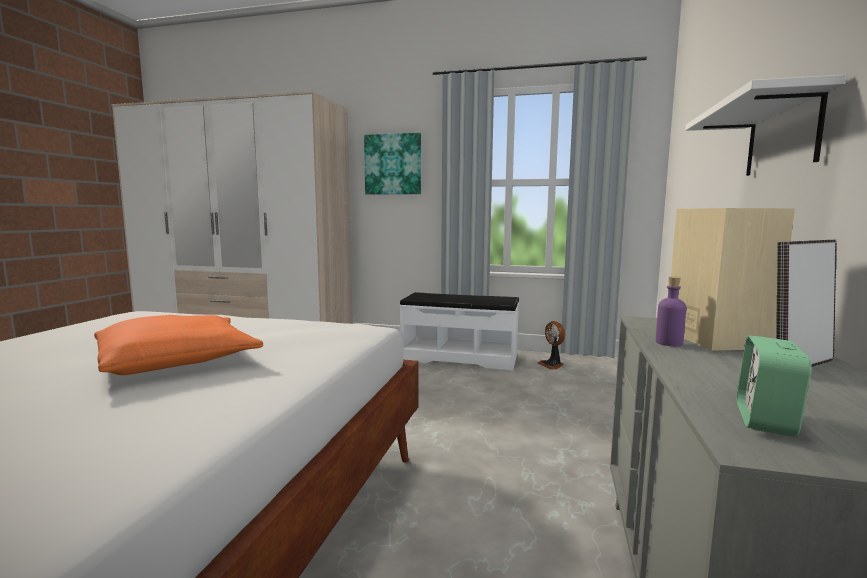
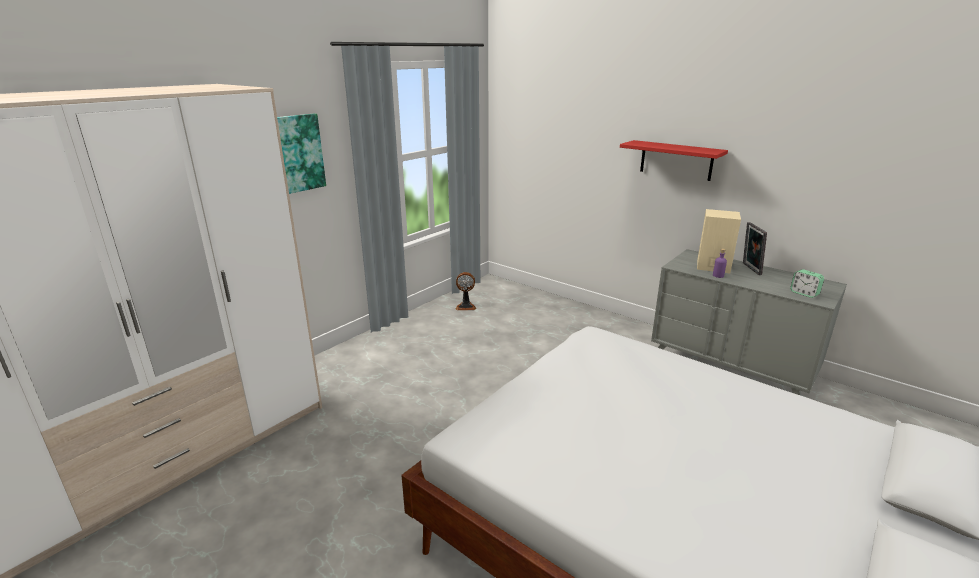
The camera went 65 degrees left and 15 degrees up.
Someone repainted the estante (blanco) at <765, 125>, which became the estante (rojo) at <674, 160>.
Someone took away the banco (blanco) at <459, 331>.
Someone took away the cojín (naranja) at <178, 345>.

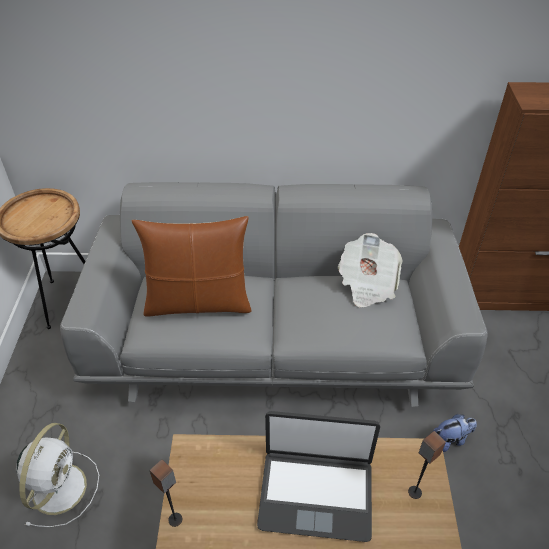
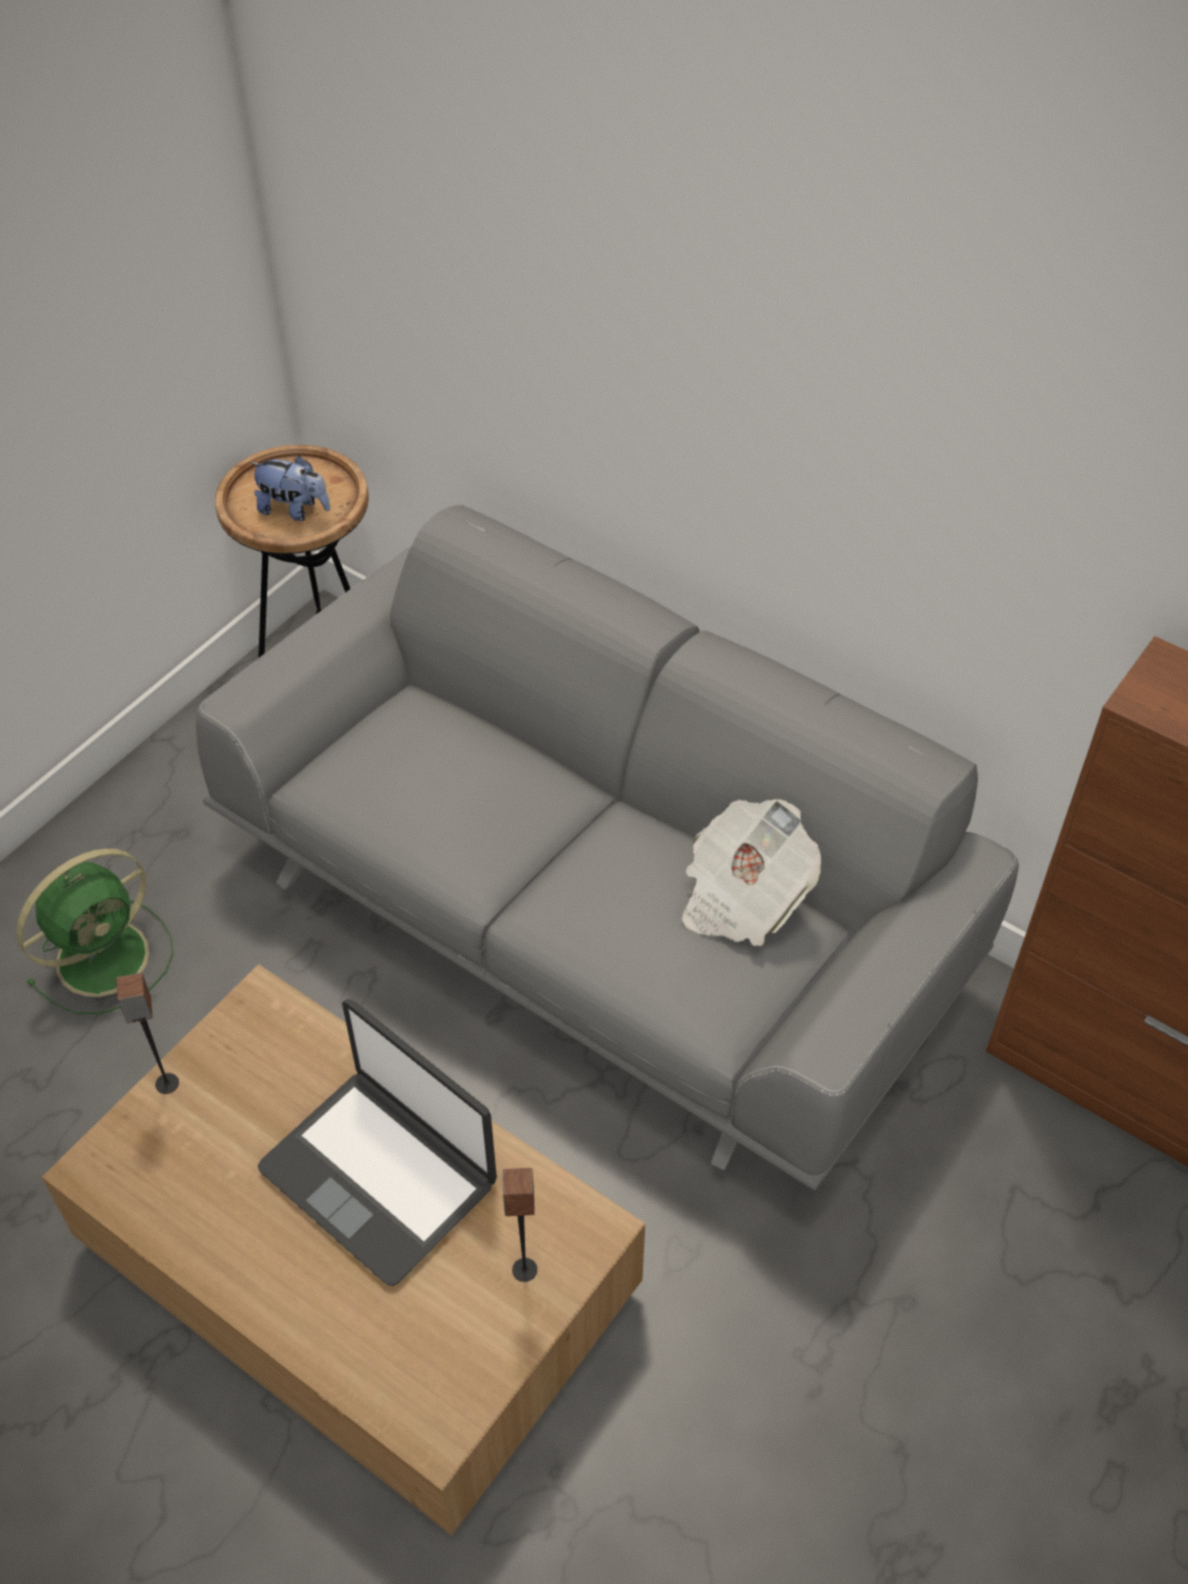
The camera went 35 degrees right and 5 degrees up.
Someone took away the cojín (marrón) at <191, 266>.
Someone carried the peluche from <455, 433> to <290, 488>.
Someone repainted the ventilador (blanco) at <57, 475>, which became the ventilador (verde) at <95, 931>.

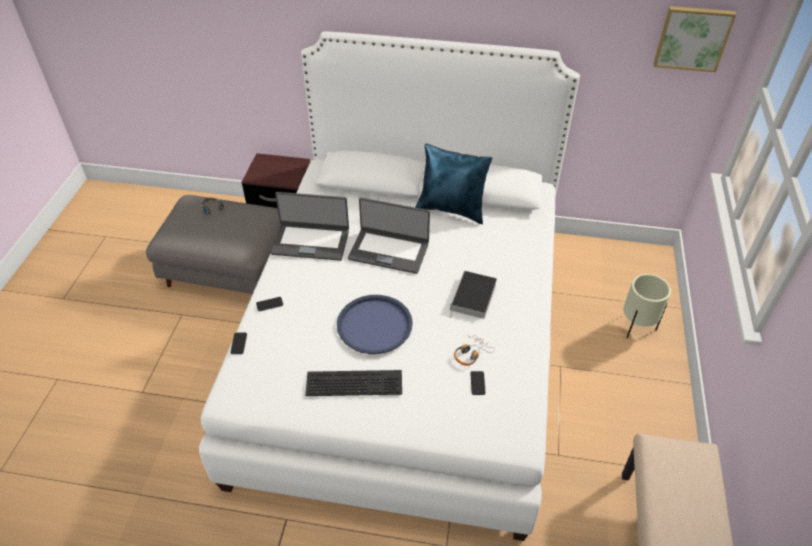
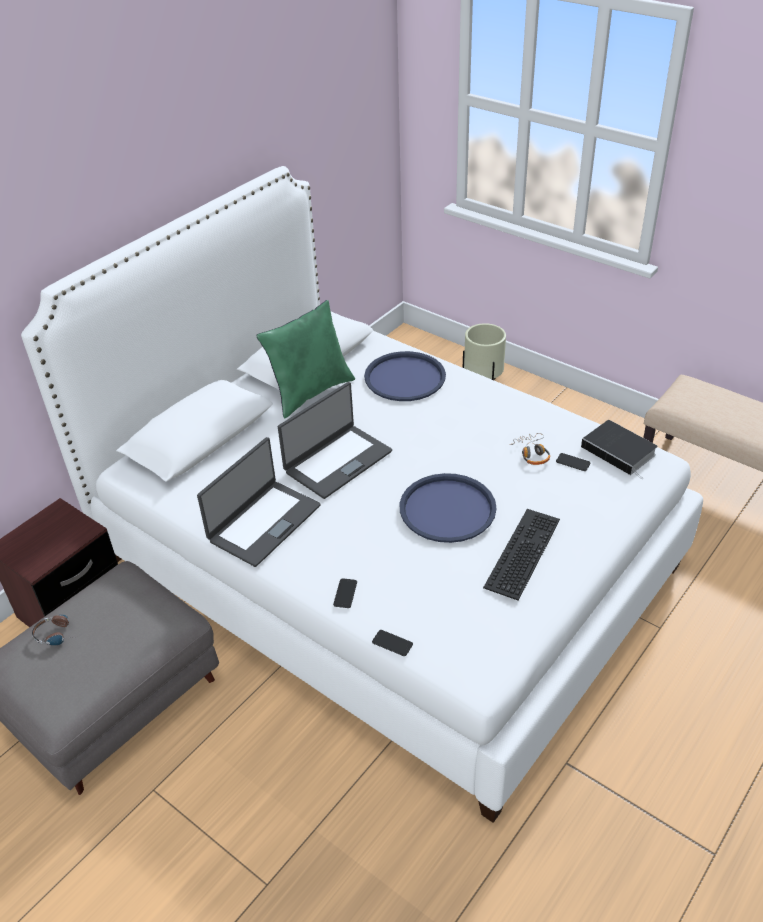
The camera went 60 degrees left and 5 degrees down.
Someone took away the cuadro at <694, 39>.
Someone repainted the cojín (azul) at <453, 183>, which became the cojín (verde) at <305, 359>.
Someone carried the libro from <473, 295> to <619, 449>.
Someone put down the bandeja (azul) at <405, 376>.

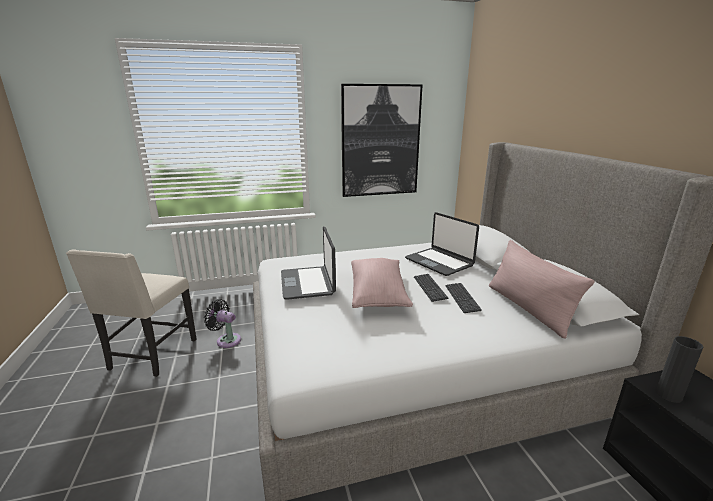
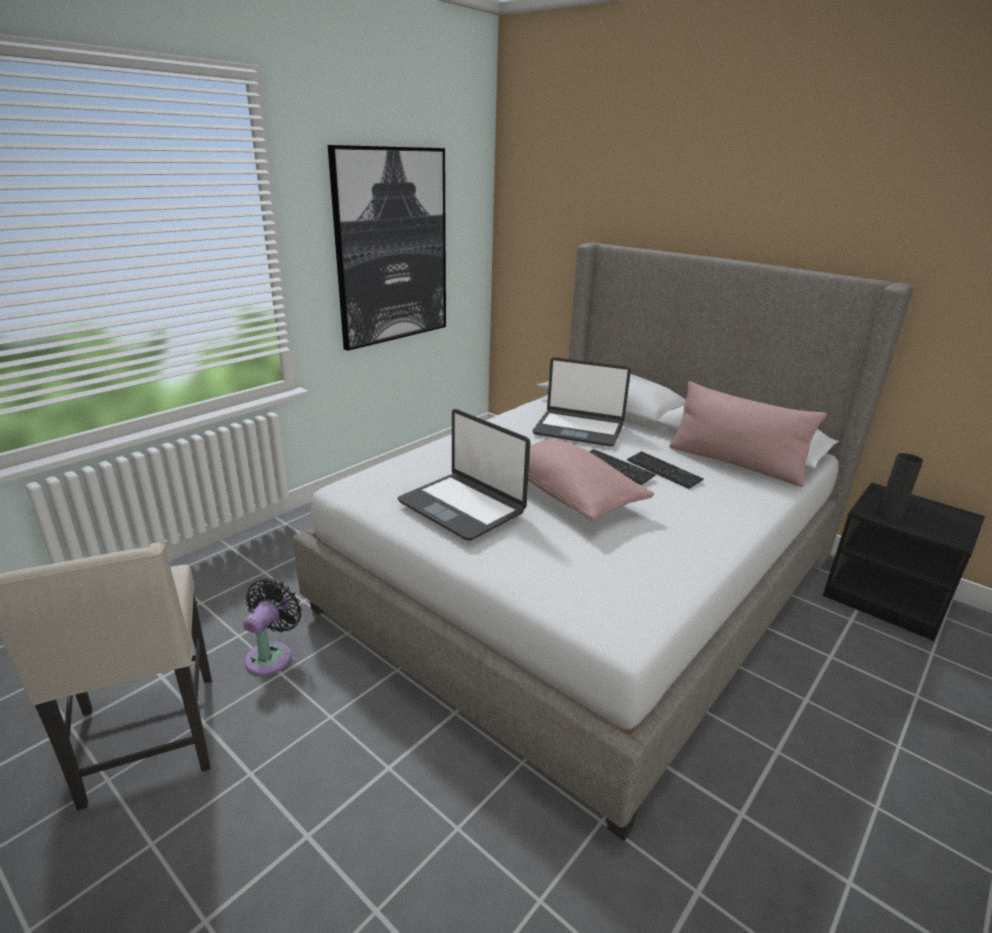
The camera went 35 degrees left and 5 degrees up.
Someone rotated the ventilador (negro) at <222, 323> by 120 degrees clockwise.

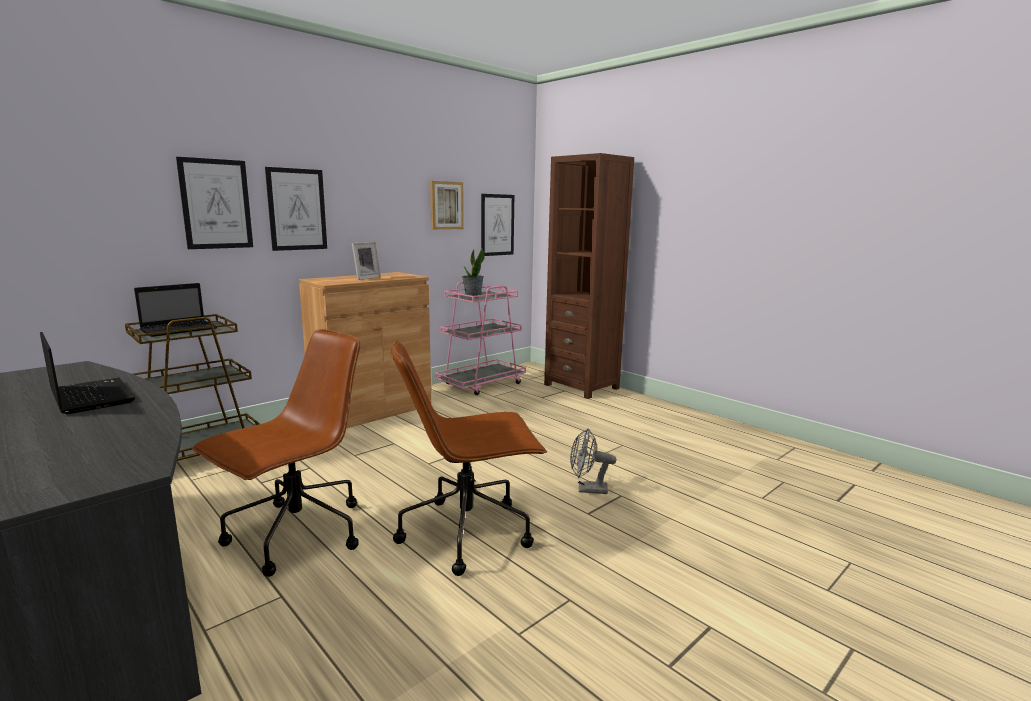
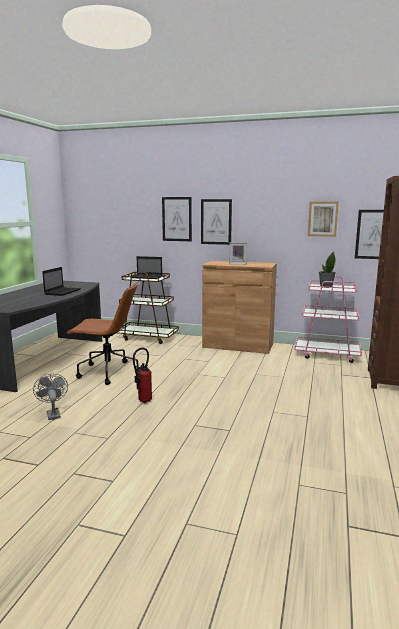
The camera went 60 degrees right and 0 degrees up.
Someone swapped the silla de oficina (marrón) at <469, 458> for the extintor at <142, 375>.
Someone carried the ventilador (gris) from <593, 461> to <50, 397>.

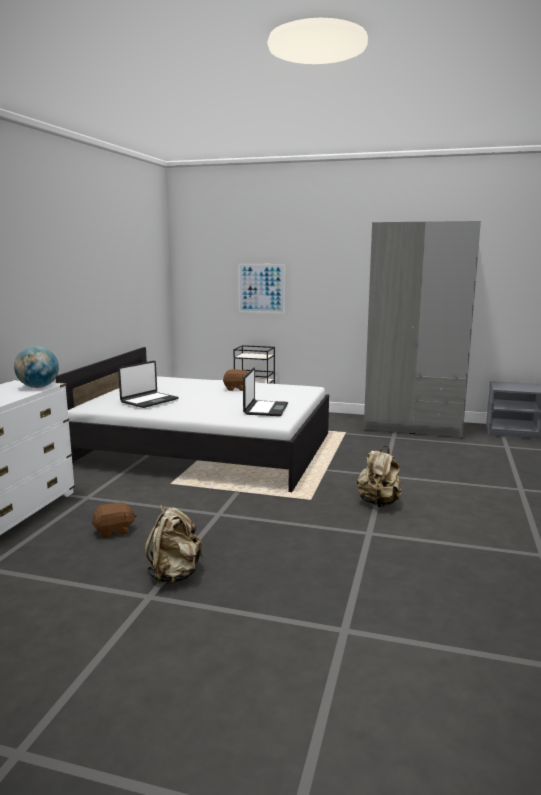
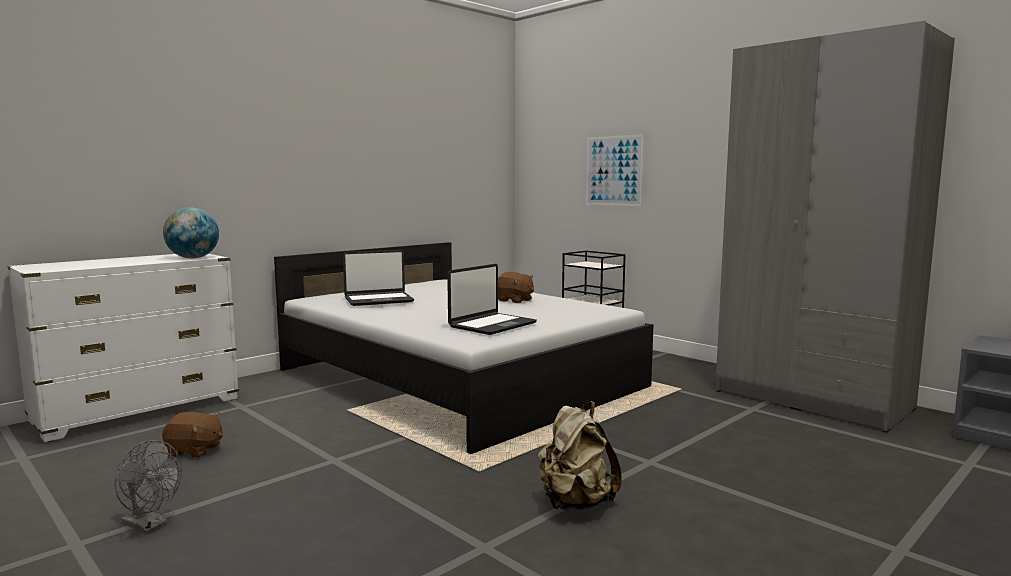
The camera went 30 degrees right and 5 degrees down.
Someone swapped the mochila (beis) at <174, 544> for the ventilador (gris) at <148, 486>.

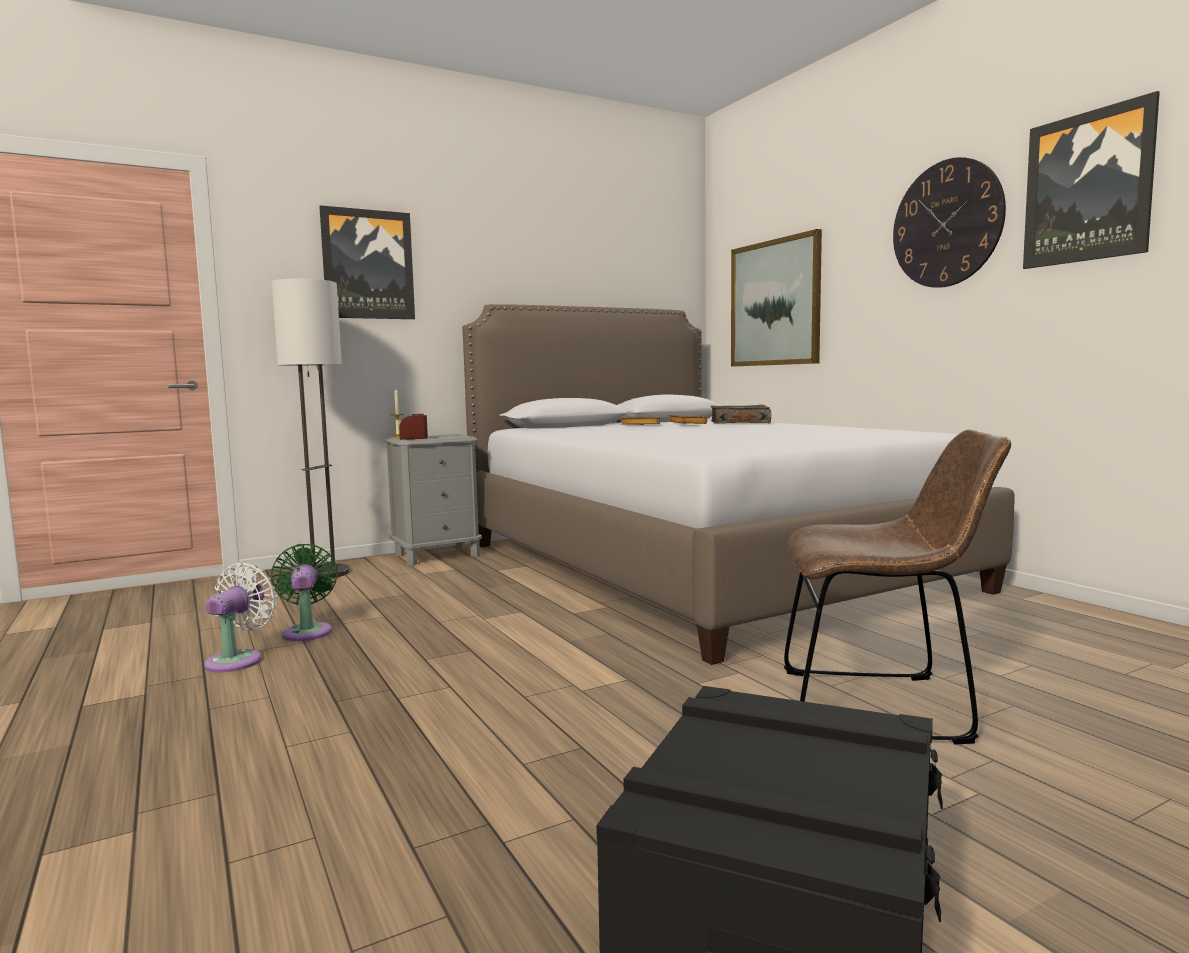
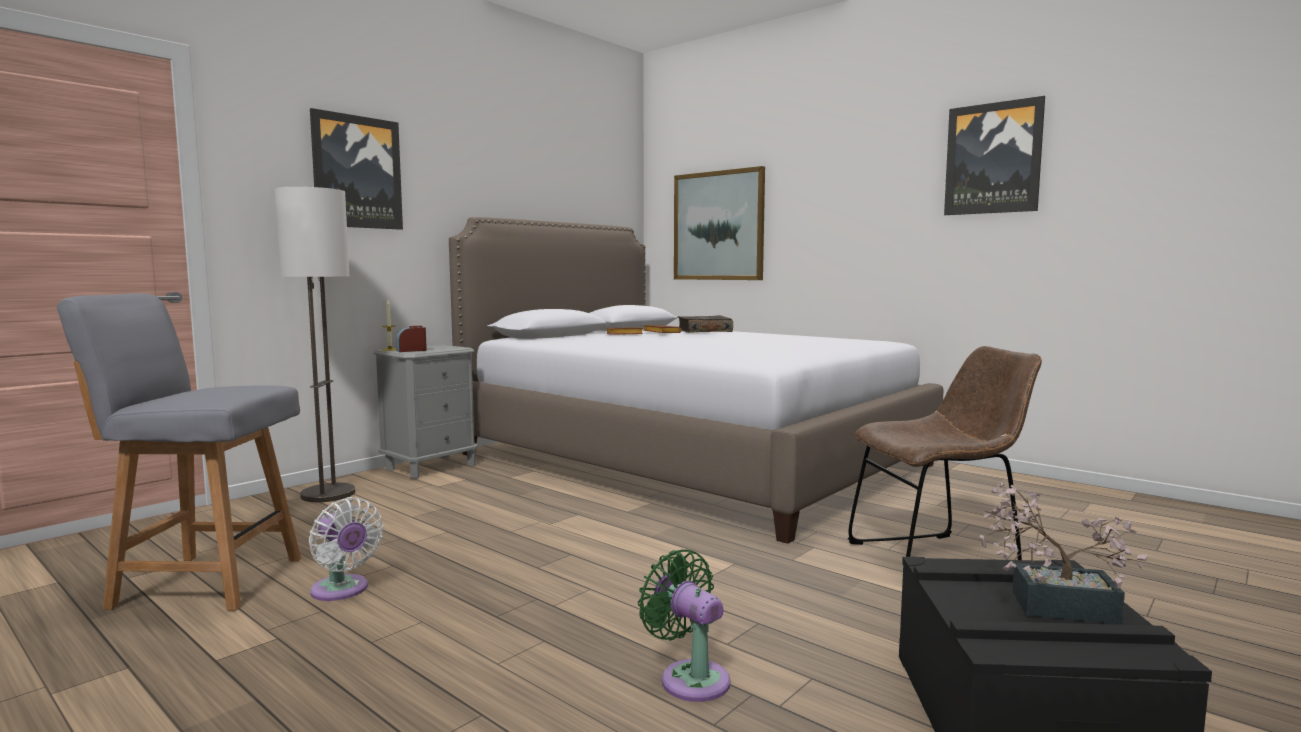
The camera went 20 degrees left and 0 degrees up.
Someone took away the reloj de pared at <949, 222>.
Someone carried the ventilador (verde) from <304, 592> to <684, 625>.
Someone rotated the ventilador (blanco) at <240, 617> by 135 degrees clockwise.
Someone put down the silla (gris) at <179, 452>.
Someone put down the planta en maceta at <1064, 553>.

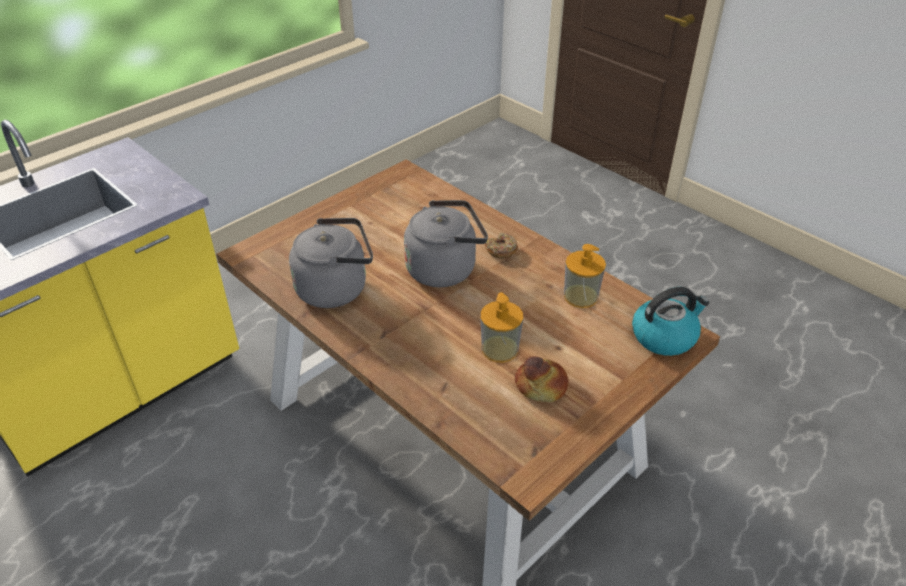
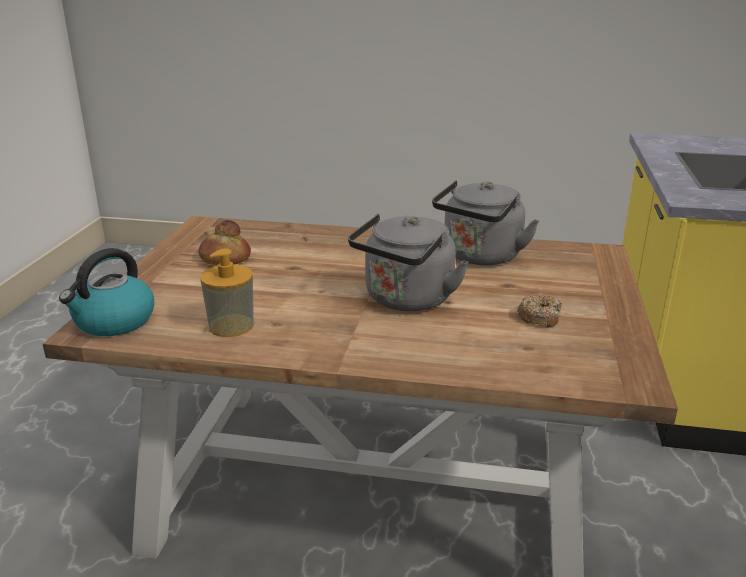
The camera went 145 degrees right and 15 degrees down.
Someone carried the rosquilla from <501, 246> to <539, 311>.
Someone took away the dispensador de jabón at <502, 327>.

